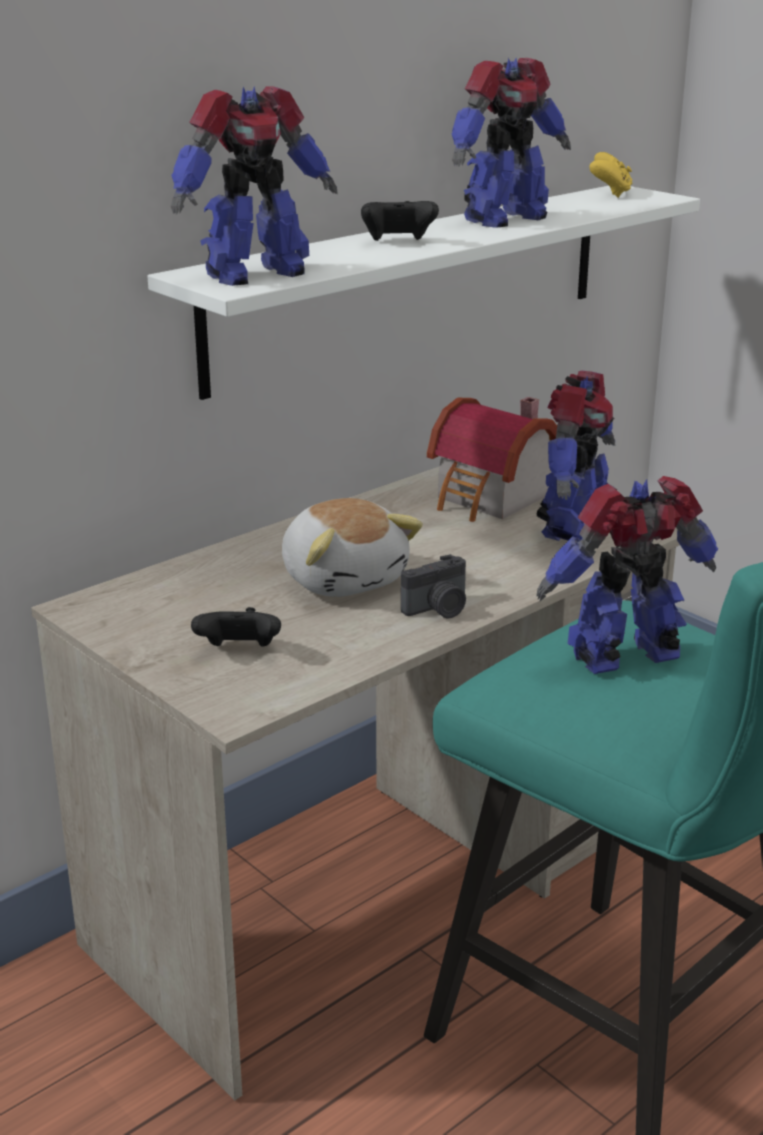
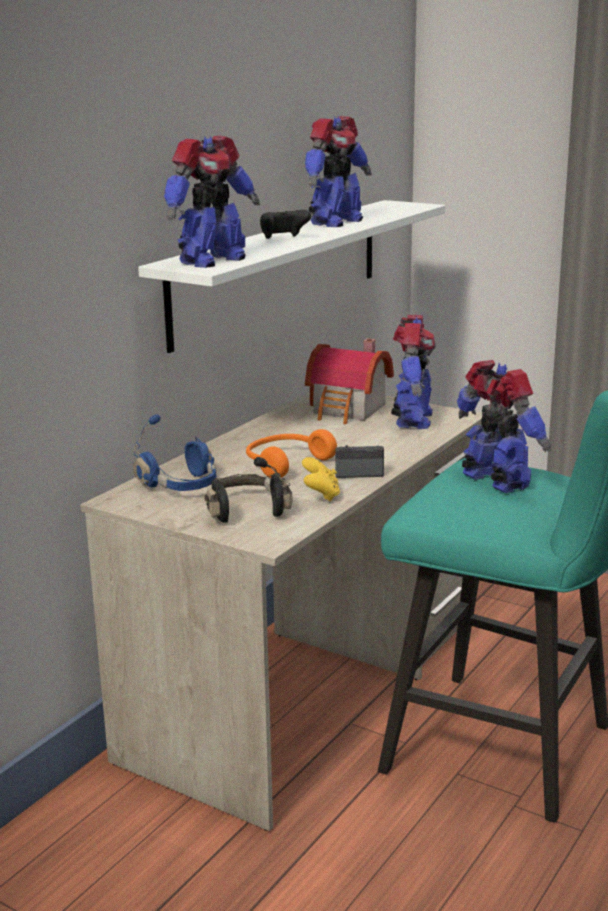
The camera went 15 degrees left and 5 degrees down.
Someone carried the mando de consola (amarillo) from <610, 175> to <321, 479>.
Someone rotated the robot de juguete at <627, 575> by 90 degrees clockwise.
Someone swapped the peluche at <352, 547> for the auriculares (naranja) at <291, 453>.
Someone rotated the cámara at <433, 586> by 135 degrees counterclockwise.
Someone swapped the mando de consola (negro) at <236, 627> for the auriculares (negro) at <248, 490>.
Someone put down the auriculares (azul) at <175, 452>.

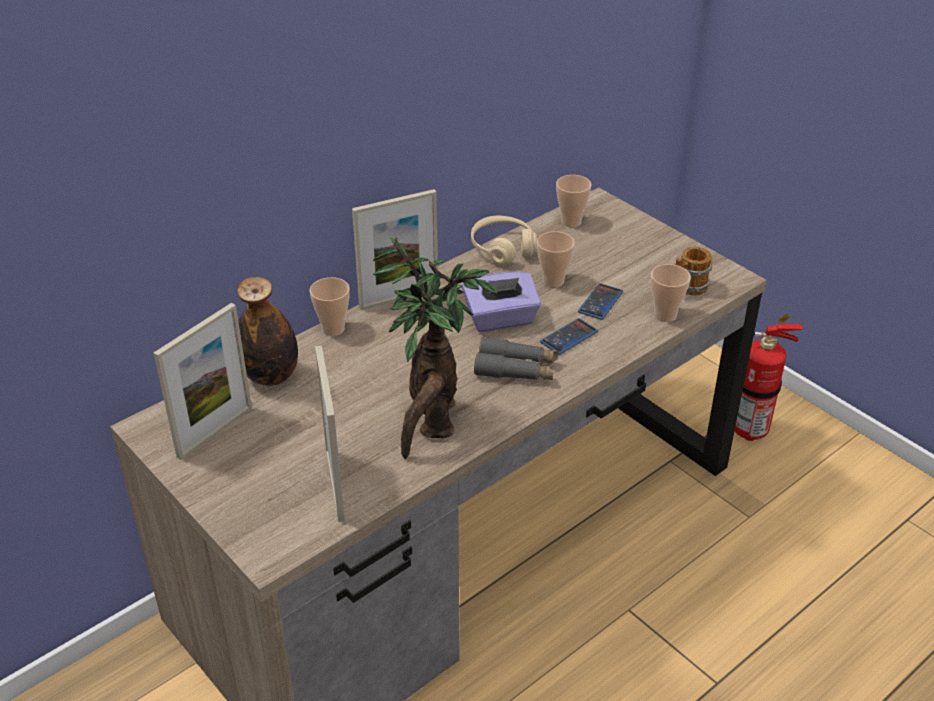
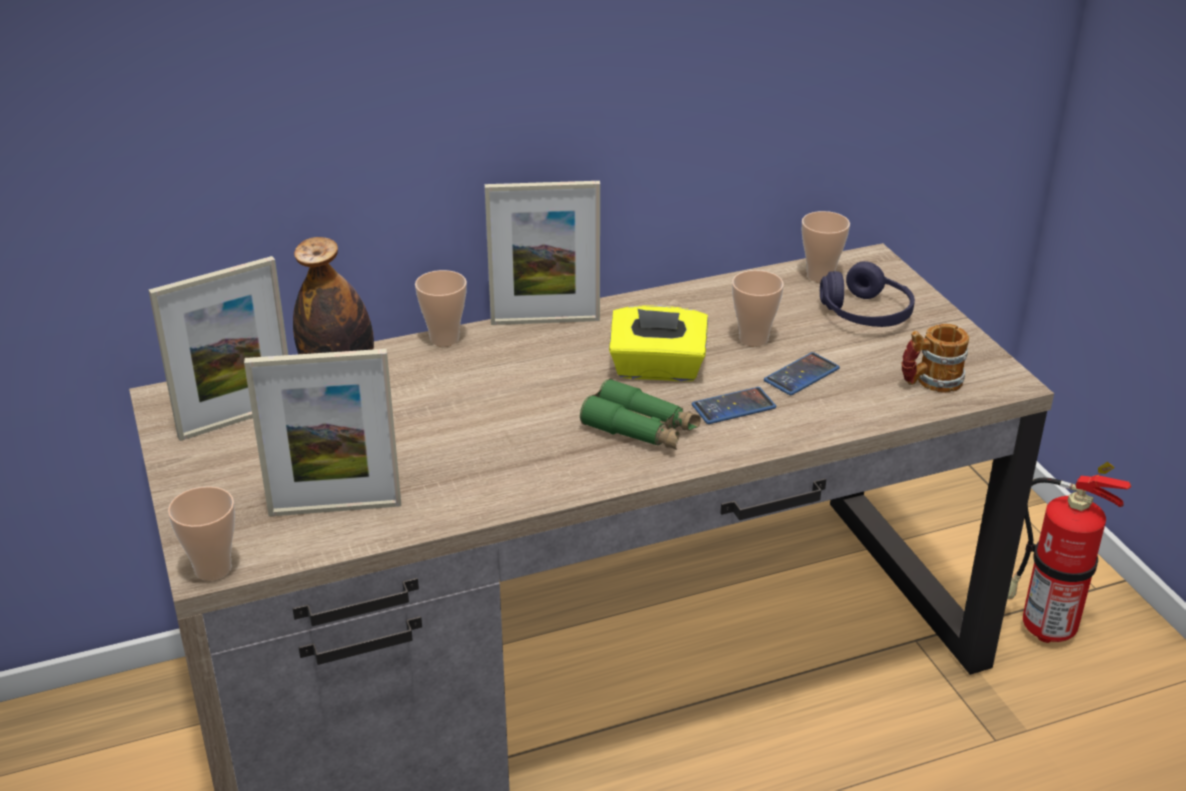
The camera went 20 degrees right and 5 degrees down.
Someone took away the auriculares (beis) at <504, 241>.
Someone took away the planta en maceta at <435, 348>.
Someone carried the taza from <671, 293> to <201, 533>.
Someone repainted the caja de pañuelos (morado) at <501, 301>, which became the caja de pañuelos (amarillo) at <658, 343>.
Someone repainted the prismáticos (gris) at <516, 358>, which became the prismáticos (verde) at <640, 414>.
Someone rotated the portarretratos at <330, 434> by 75 degrees clockwise.
Someone put down the auriculares (morado) at <867, 294>.

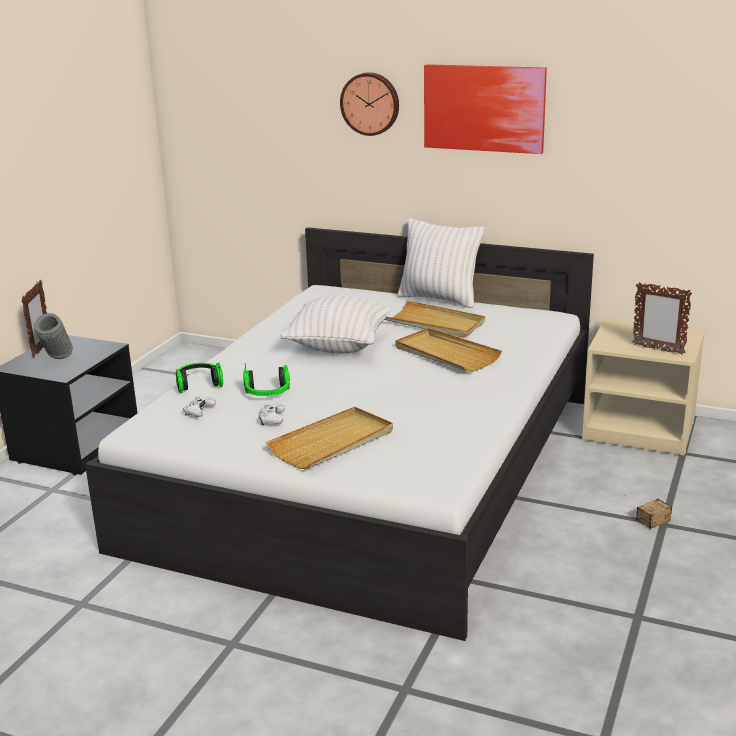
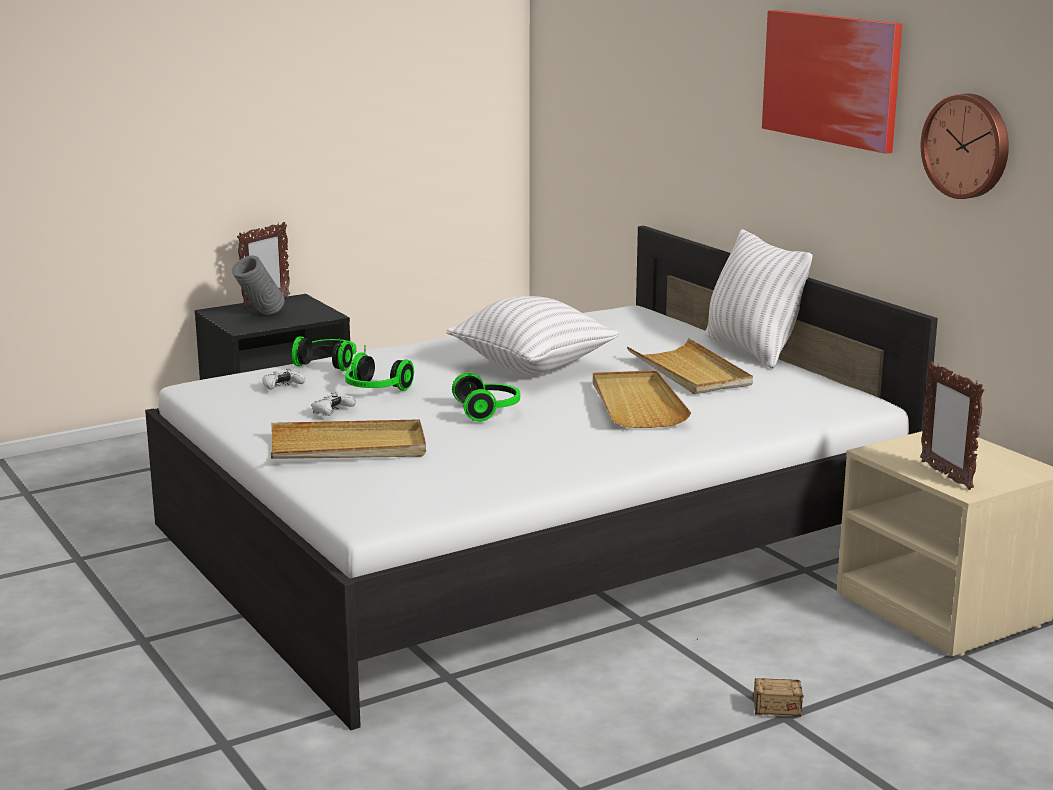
The camera went 35 degrees right and 5 degrees down.
Someone carried the reloj de pared from <369, 104> to <965, 146>.
Someone put down the auriculares at <486, 397>.

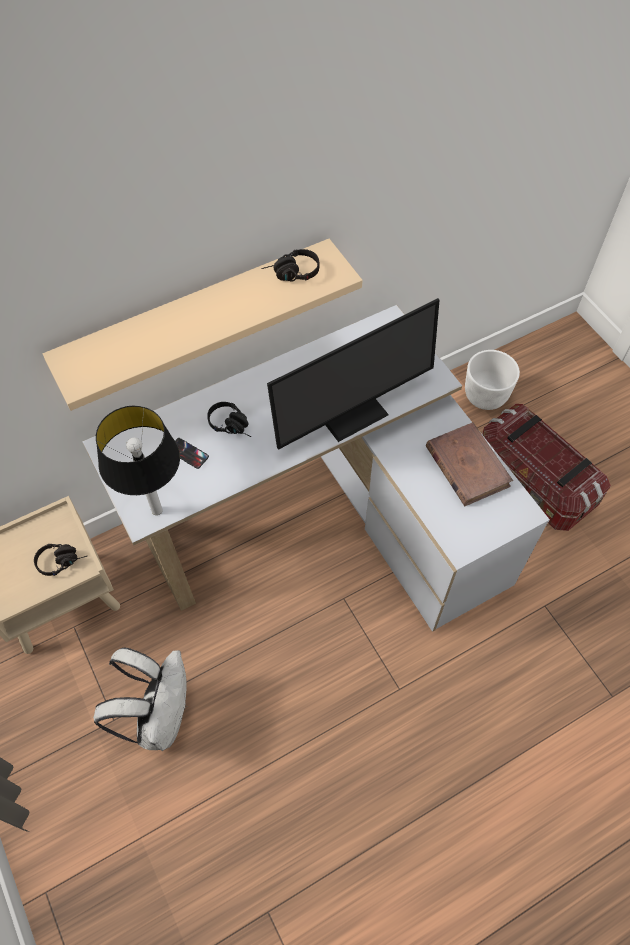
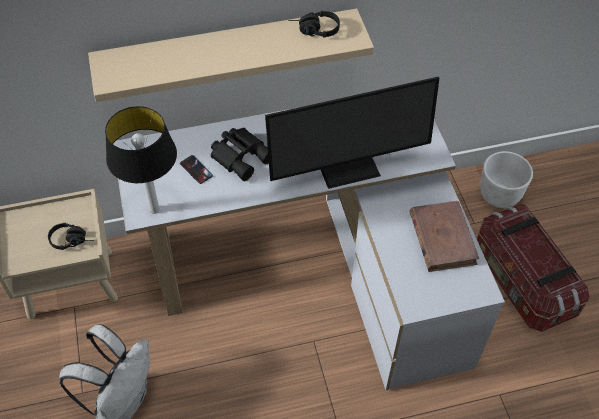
The camera went 15 degrees right and 5 degrees down.
Someone swapped the auriculares (negro) at <229, 419> for the prismáticos (negro) at <240, 154>.

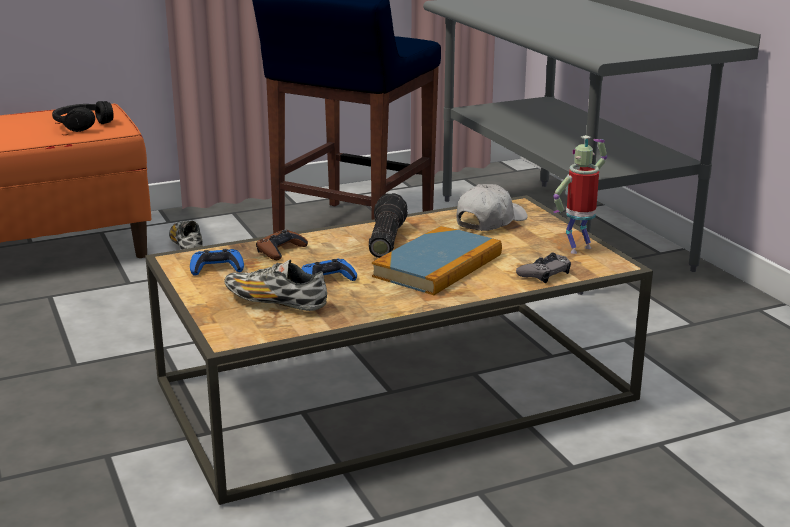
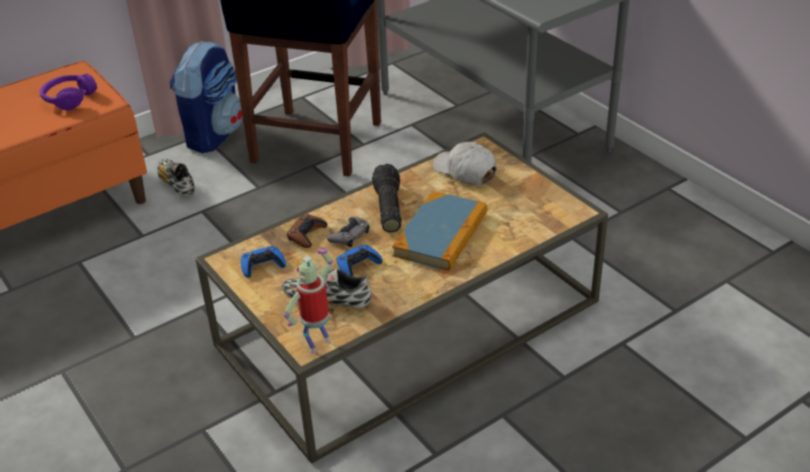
The camera went 10 degrees left and 15 degrees up.
Someone repainted the auriculares (negro) at <83, 116>, which became the auriculares (morado) at <68, 92>.
Someone carried the robot de juguete from <580, 194> to <308, 300>.
Someone rotated the gorra (blanco) at <492, 207> by 75 degrees counterclockwise.
Someone carried the mando de consola (gris) from <543, 268> to <348, 232>.
Someone put down the mochila at <206, 97>.

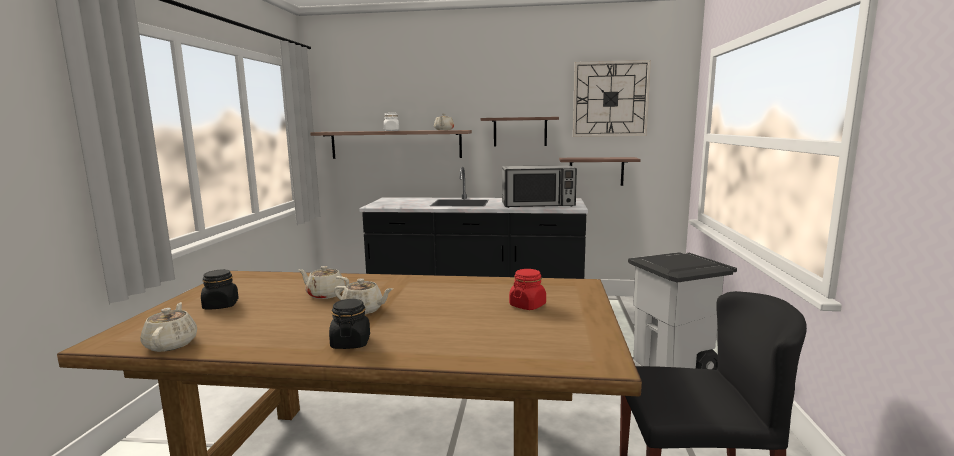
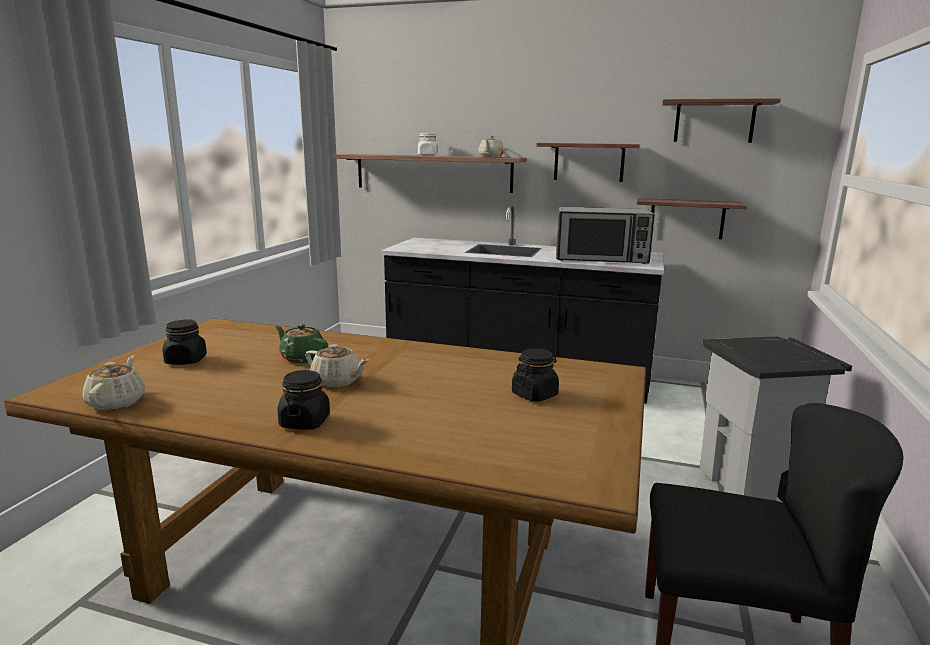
The camera went 10 degrees right and 5 degrees up.
Someone swapped the reloj de pared at <612, 98> for the estante at <721, 120>.
Someone repainted the tetera (beis) at <323, 282>, which became the tetera (verde) at <301, 343>.
Someone repainted the tarro (rojo) at <527, 289>, which became the tarro (negro) at <535, 375>.

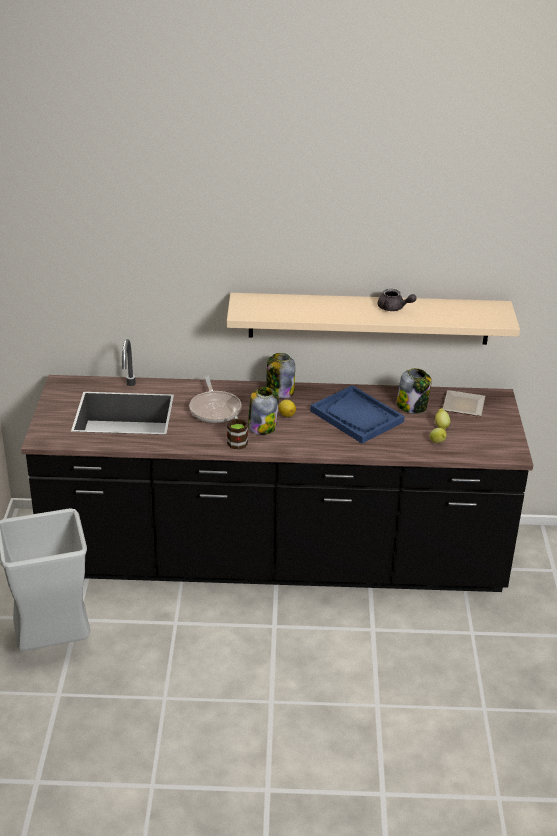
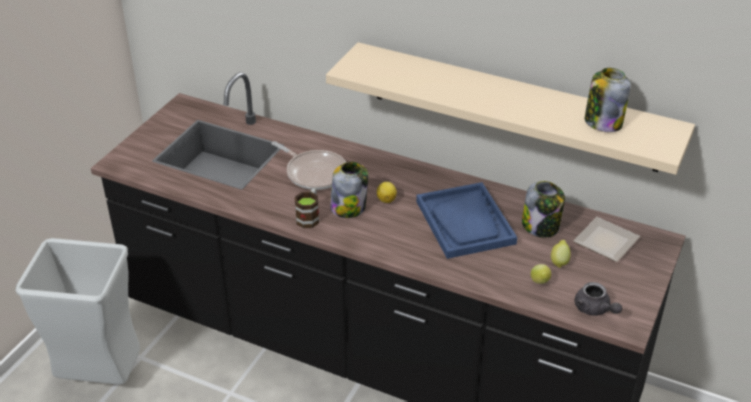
The camera went 25 degrees right and 5 degrees up.
Someone carried the tetera (gris) from <397, 300> to <598, 299>.
Someone carried the tarro from <280, 375> to <608, 100>.
Someone rotated the sartén at <215, 399> by 60 degrees counterclockwise.

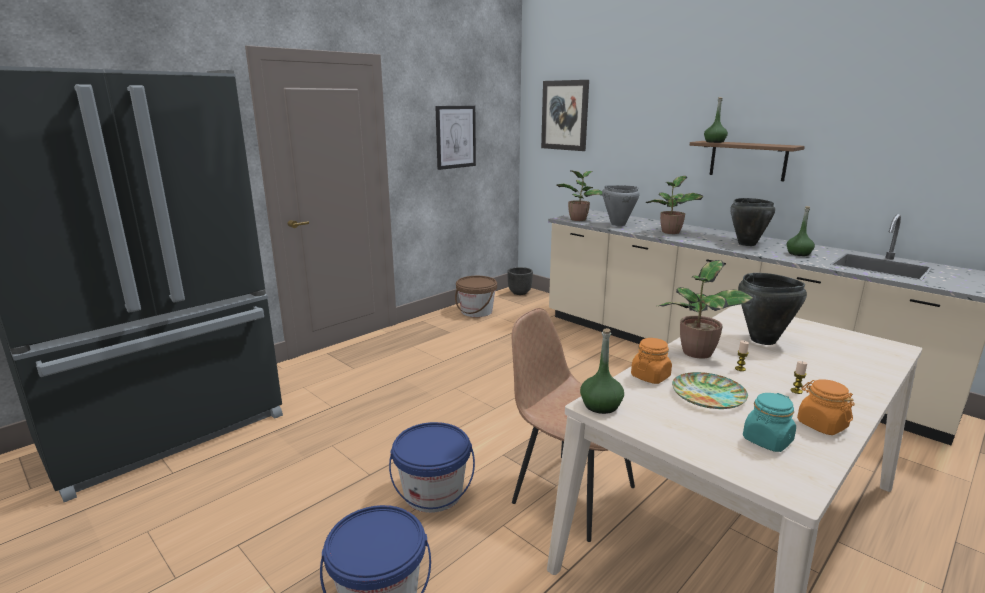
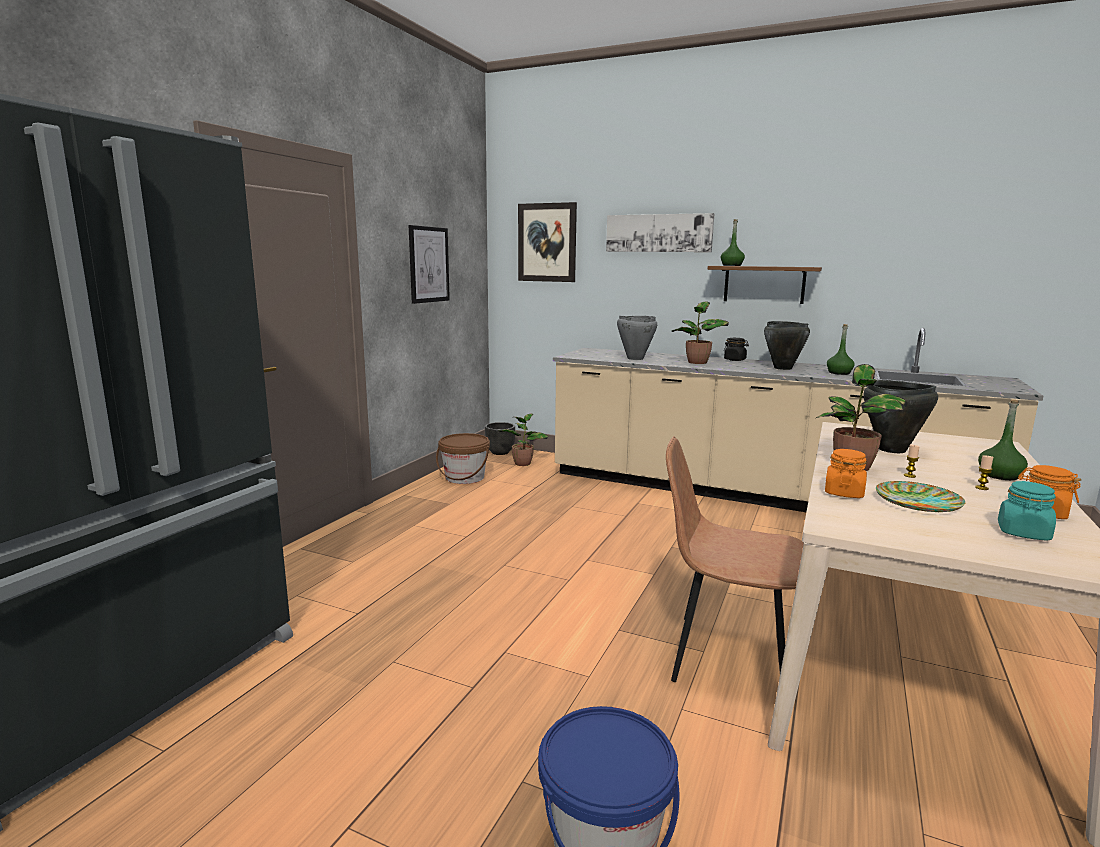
The camera went 20 degrees left and 5 degrees down.
Someone carried the planta en maceta from <580, 195> to <523, 440>.
Someone carried the botella (verde) from <602, 371> to <1003, 439>.
Someone took away the cubo (azul) at <432, 467>.
Someone put up the cuadro at <660, 232>.
Someone put down the tarro (negro) at <736, 349>.

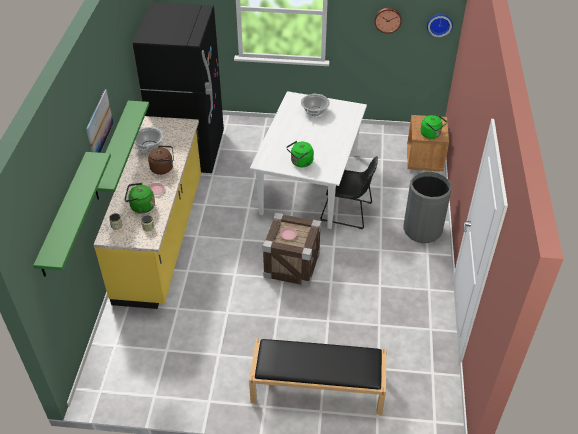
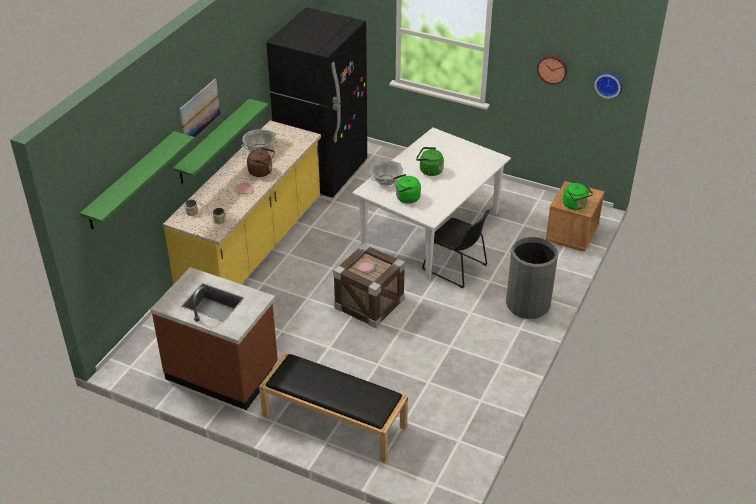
The camera went 20 degrees right and 5 degrees down.
Someone carried the olla from <315, 105> to <386, 173>.
Someone carried the hervidor (verde) from <139, 198> to <430, 161>.
Someone put down the mueble bajo de cocina (marrón) at <214, 338>.

